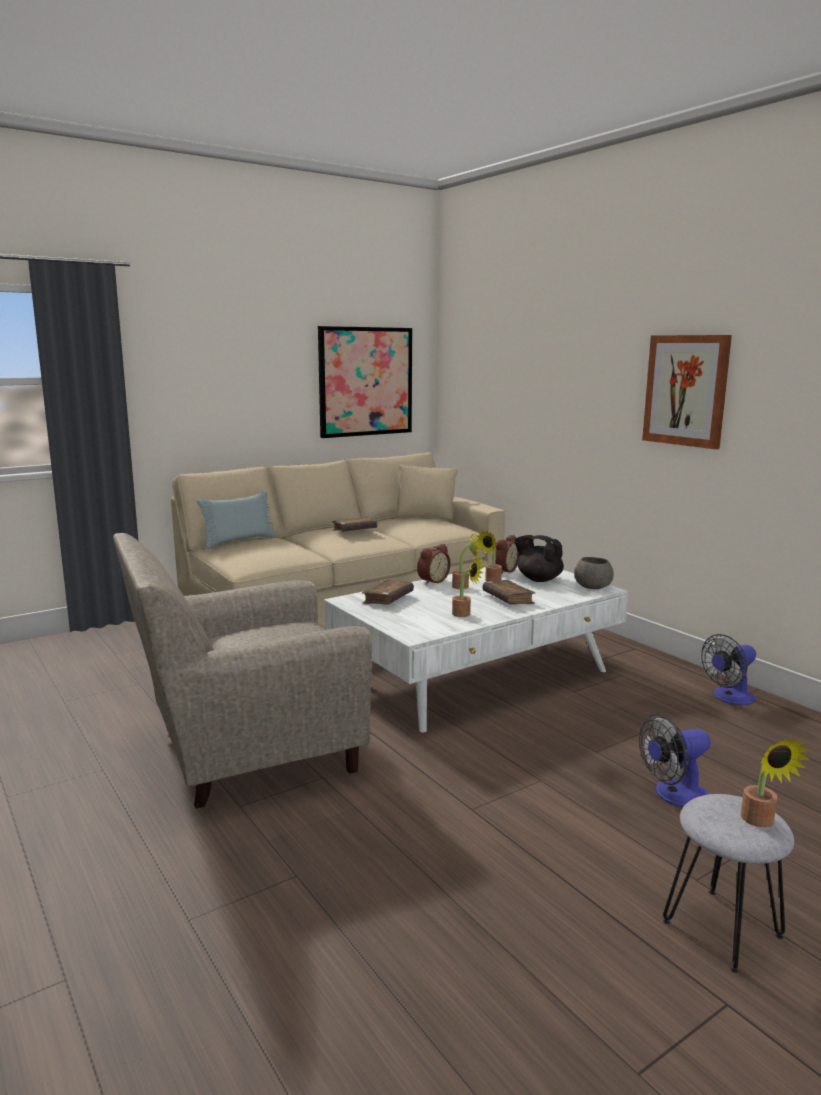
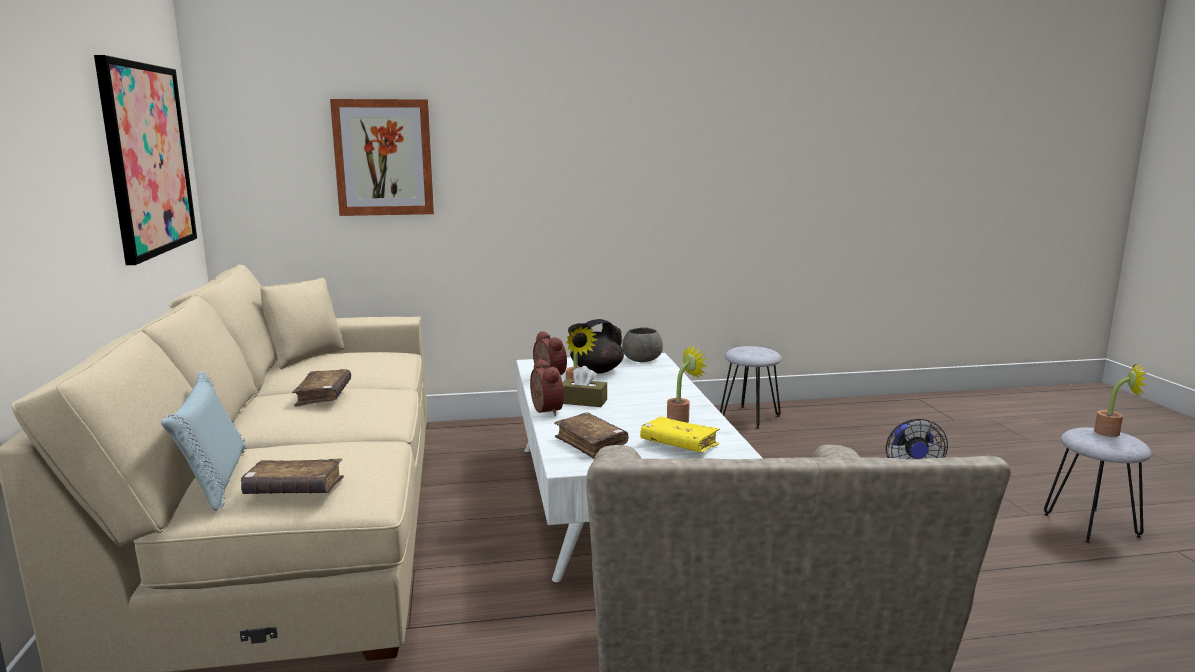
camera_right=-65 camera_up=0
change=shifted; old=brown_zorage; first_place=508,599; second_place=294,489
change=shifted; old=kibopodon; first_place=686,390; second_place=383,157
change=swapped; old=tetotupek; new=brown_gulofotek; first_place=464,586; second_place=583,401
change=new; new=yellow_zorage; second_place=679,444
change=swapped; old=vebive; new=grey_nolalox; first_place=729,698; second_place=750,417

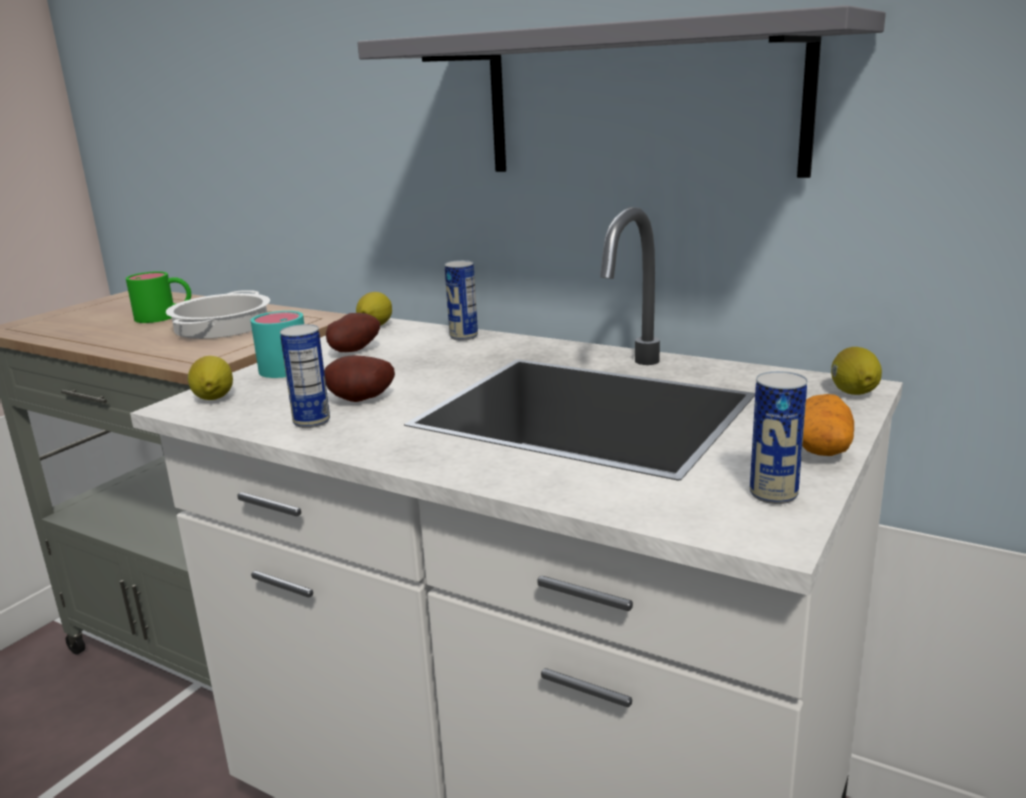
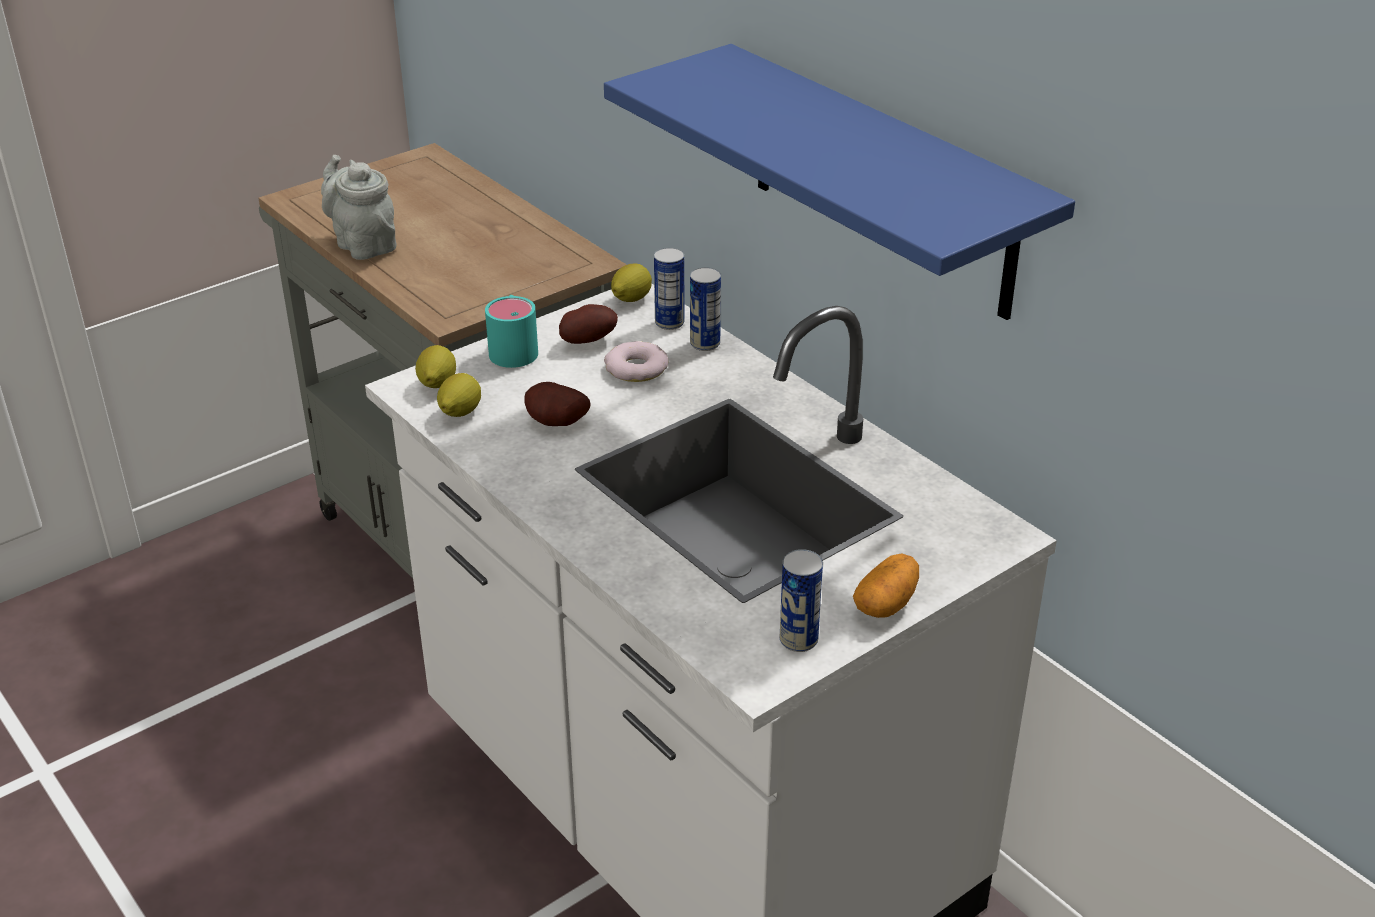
camera_right=20 camera_up=15
change=new; new=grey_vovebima; second_place=363,244
change=shifted; old=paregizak; first_place=853,393; second_place=459,413
change=repainted; old=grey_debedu; new=blue_debedu; first_place=640,103; second_place=882,182
change=new; new=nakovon; second_place=636,368
change=shifted; old=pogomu; first_place=311,421; second_place=669,323
change=gone; old=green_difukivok; first_place=165,316
change=gone; old=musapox; first_place=221,325

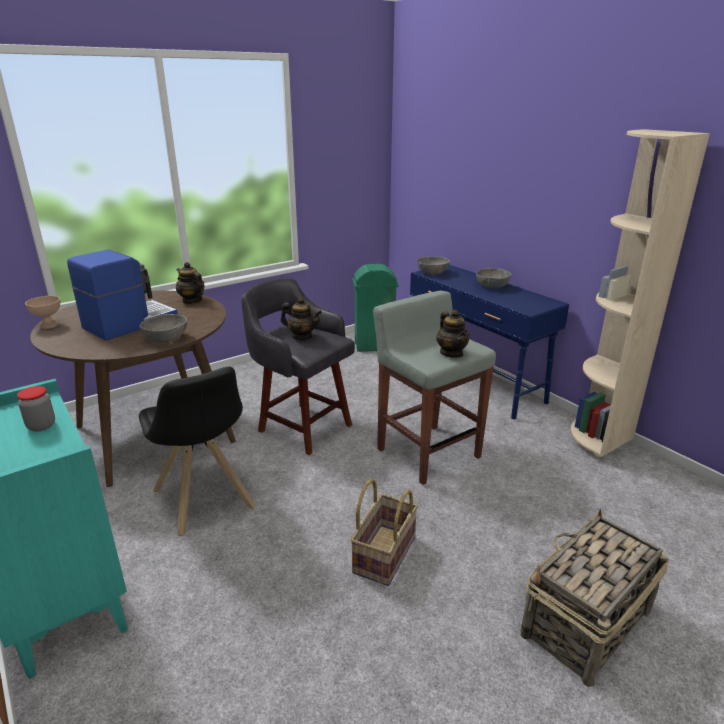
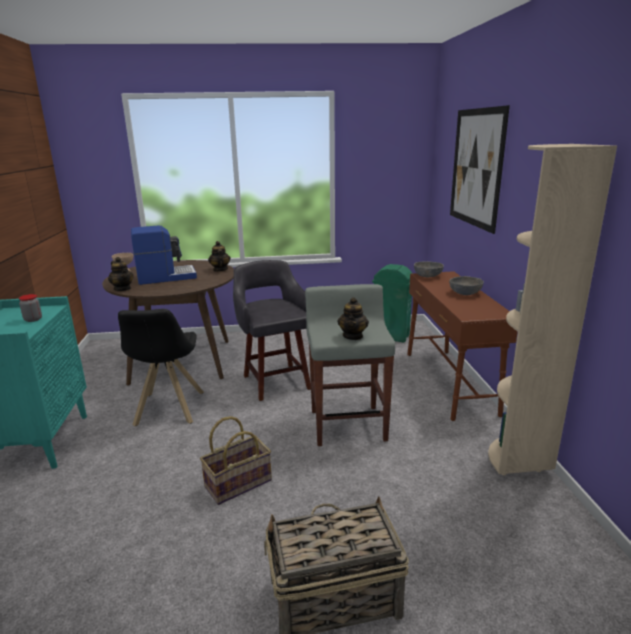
camera_right=30 camera_up=-5
change=shifted; old=vovebima; first_place=302,336; second_place=123,289
change=repainted; old=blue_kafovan; new=brown_kafovan; first_place=473,382; second_place=448,382
change=new; new=kibopodon; second_place=476,168
change=gone; old=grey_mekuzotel; first_place=166,338

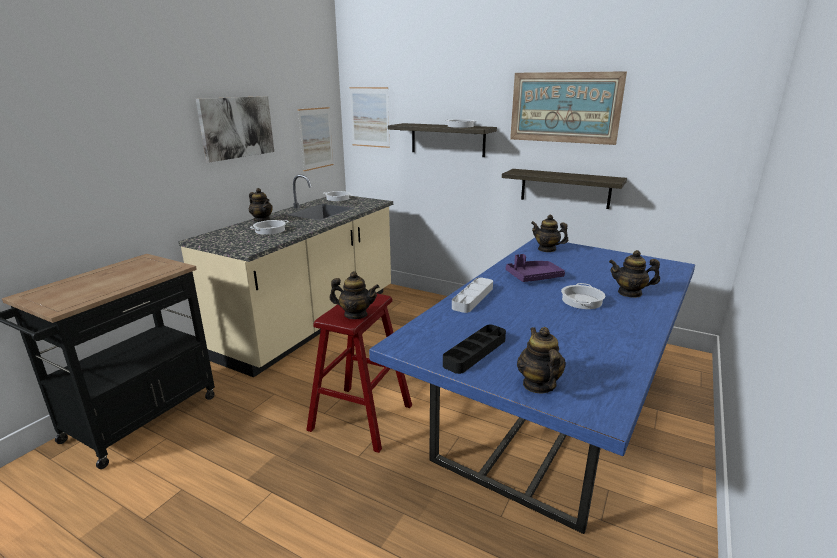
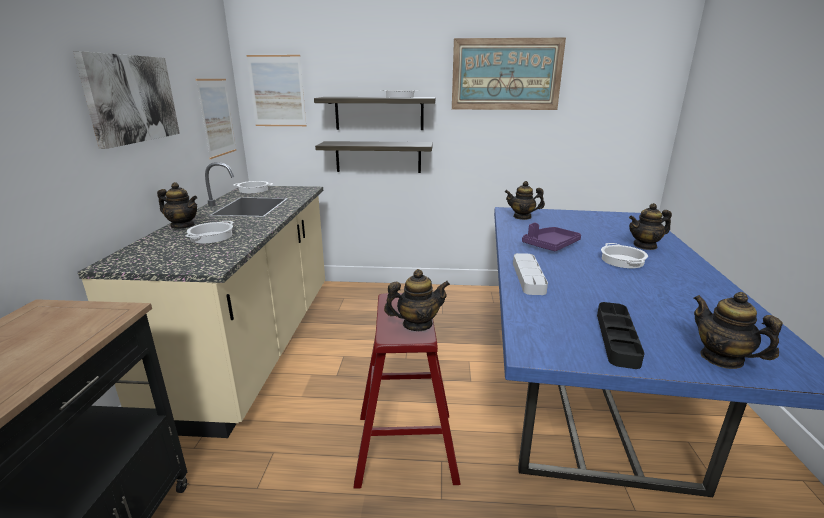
camera_right=-25 camera_up=0
change=shifted; old=debedu; first_place=565,188; second_place=378,157

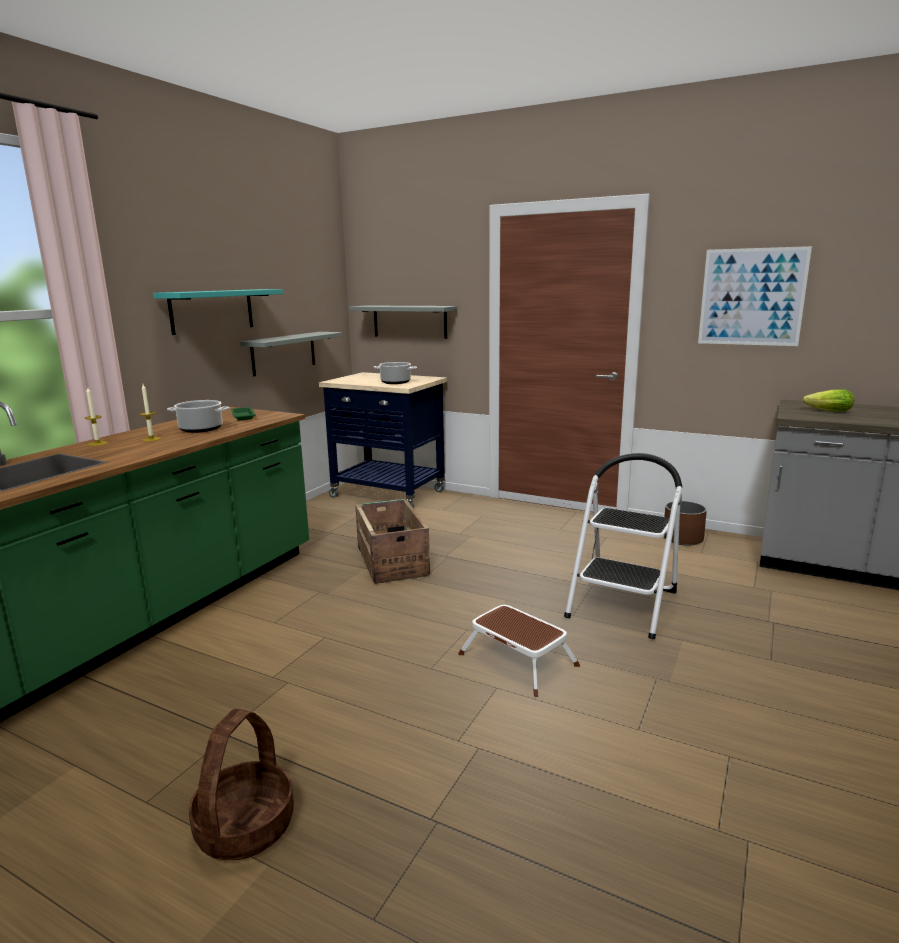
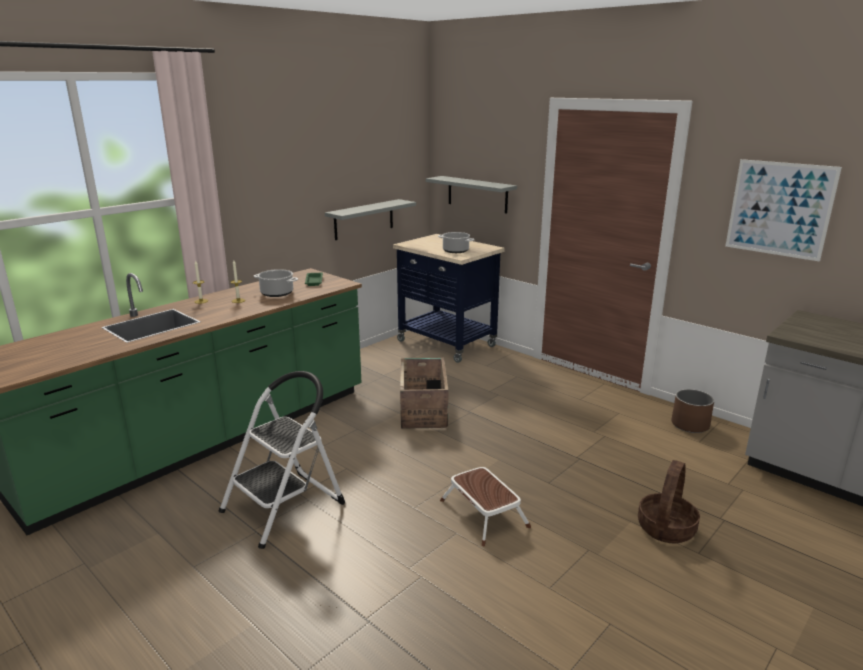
camera_right=15 camera_up=5
change=shifted; old=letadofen; first_place=624,603; second_place=286,506
change=shifted; old=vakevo; first_place=245,826; second_place=665,527
change=gone; old=turquoise_debedu; first_place=212,311
change=gone; old=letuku; first_place=826,411

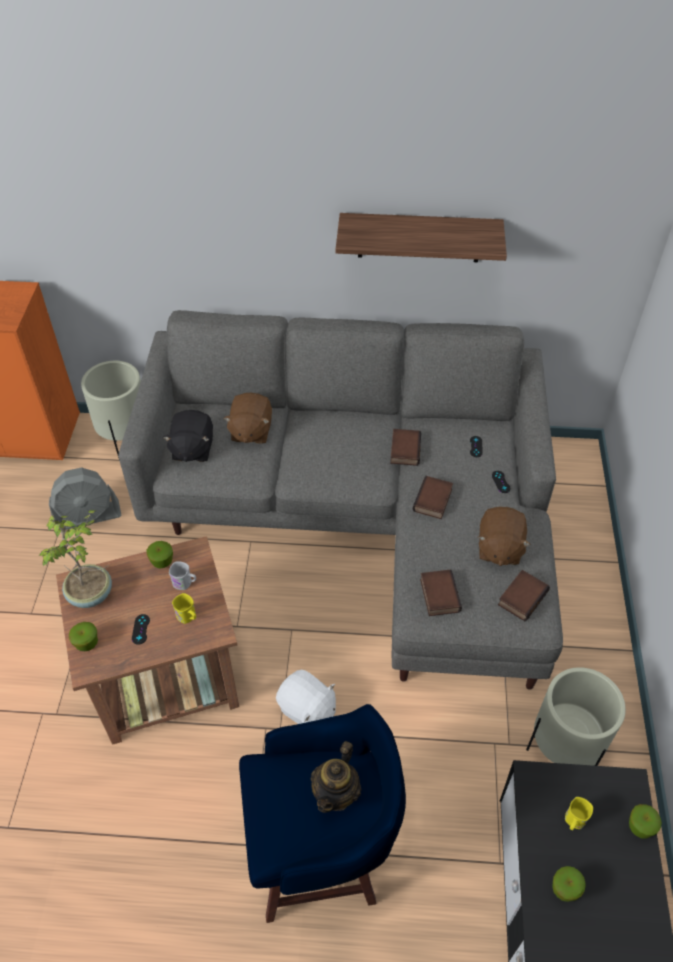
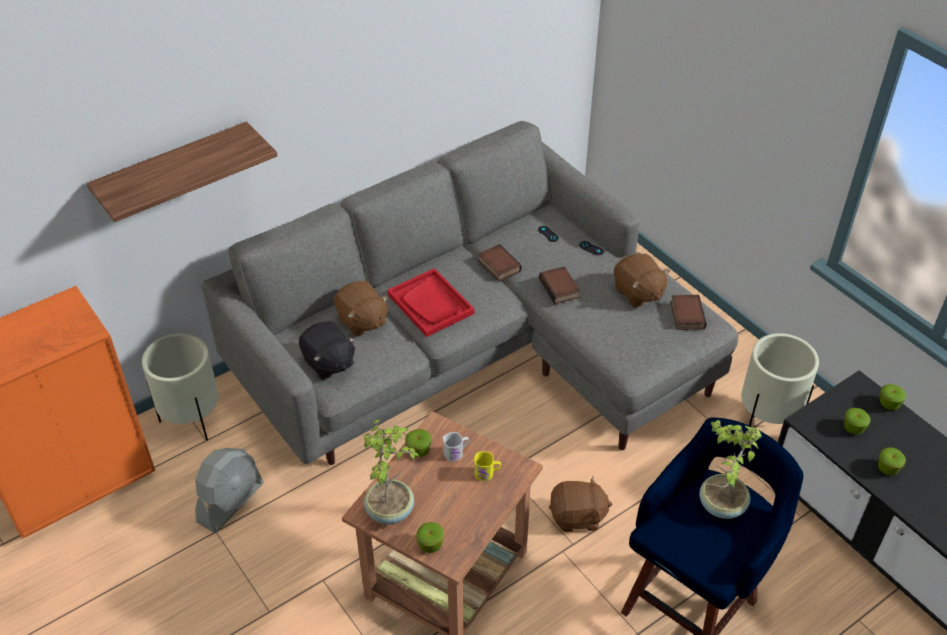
camera_right=-40 camera_up=-5
change=shifted; old=debedu; first_place=419,237; second_place=174,172
change=new; new=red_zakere; second_place=431,304
change=repainted; old=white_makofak; new=brown_makofak; first_place=307,709; second_place=577,517
change=swapped; old=vovebima; new=tetotupek; first_place=336,793; second_place=720,505
change=swapped; old=yellow_difukivok; new=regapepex; first_place=574,821; second_place=853,428
change=gone; old=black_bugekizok; first_place=140,629
change=gone; old=zorage; first_place=438,595

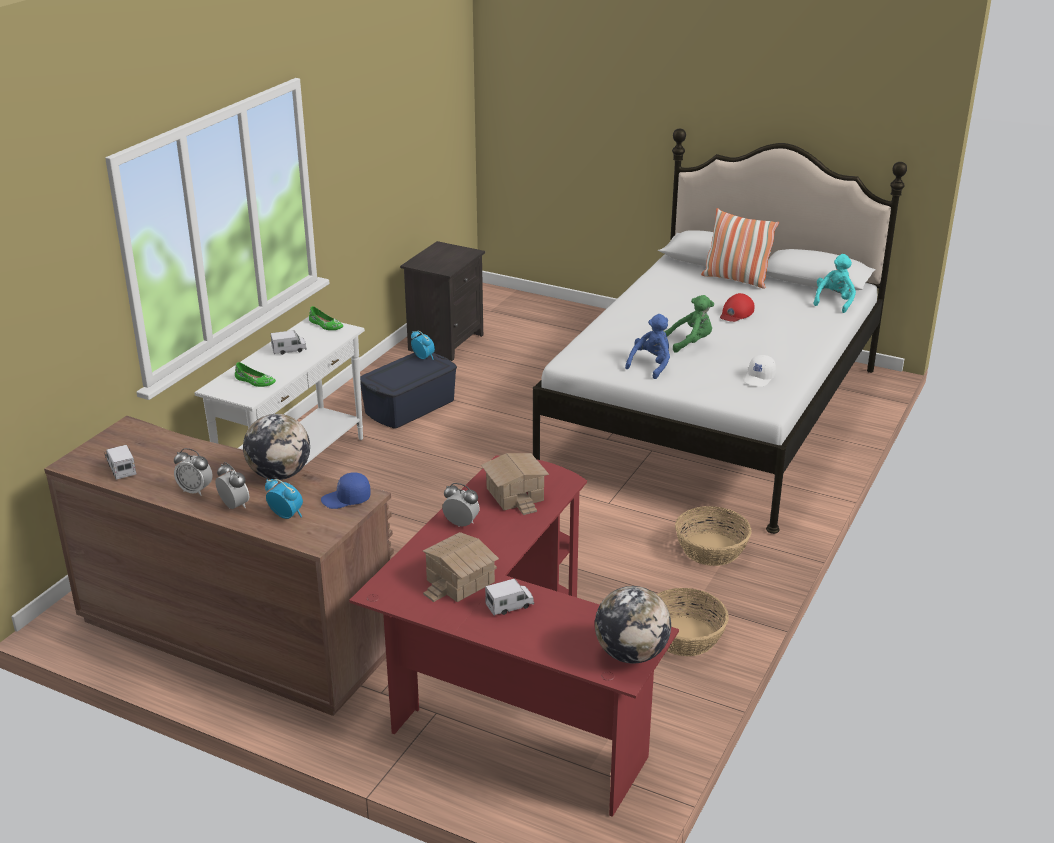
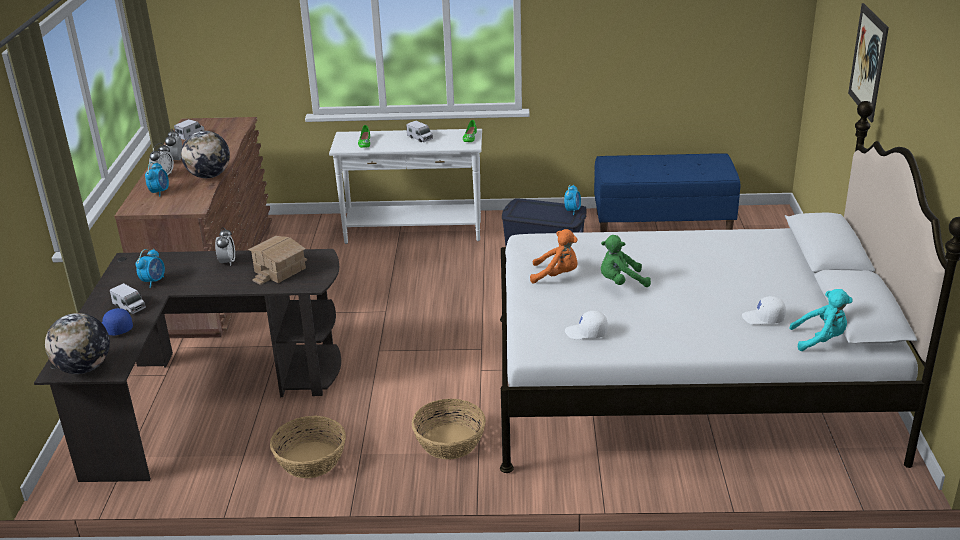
camera_right=65 camera_up=0
change=repainted; old=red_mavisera; new=black_mavisera; first_place=507,691; second_place=201,396
change=shifted; old=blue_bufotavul; first_place=346,499; second_place=116,327
change=swapped; old=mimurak; new=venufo; first_place=459,580; second_place=153,281
change=repainted; old=blue_makofak; new=orange_makofak; first_place=651,365; second_place=556,275
change=swapped; old=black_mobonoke; new=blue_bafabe; first_place=445,342; second_place=663,224
change=rotated; old=green_makofak; first_place=691,343; second_place=621,282; degrees=120
change=new; new=white_bufotavul; second_place=763,318
change=new; new=kibopodon; second_place=868,62
change=gone; old=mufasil; first_place=736,279
change=gone; old=red_bufotavul; first_place=736,313

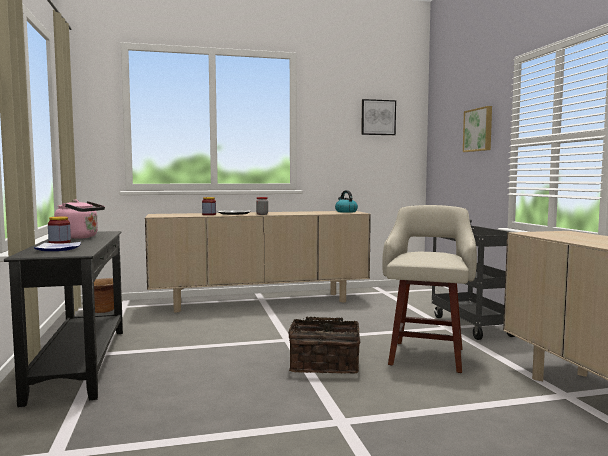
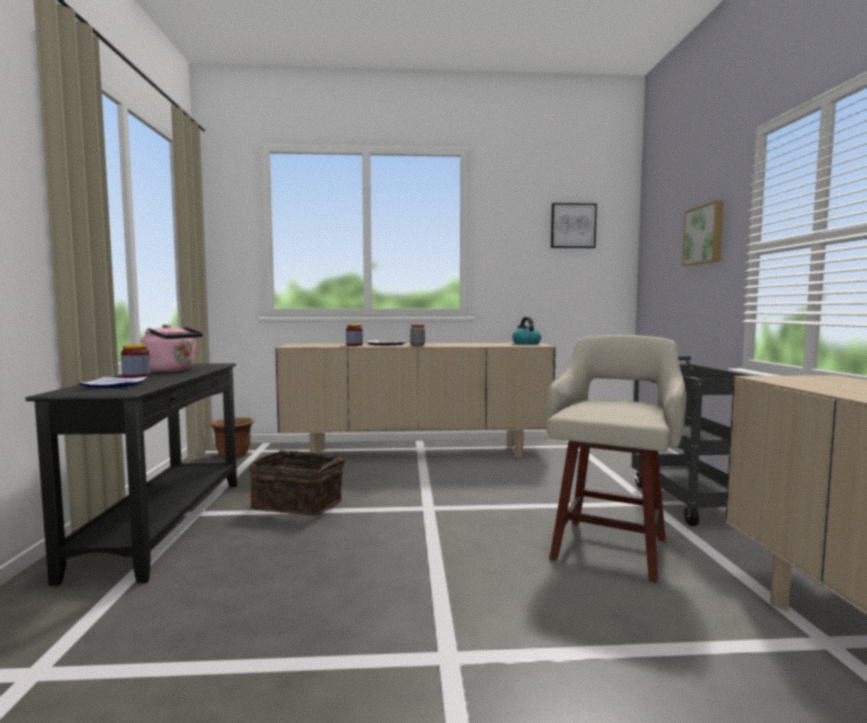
camera_right=10 camera_up=0
change=shifted; old=vakevo; first_place=324,365; second_place=299,505

